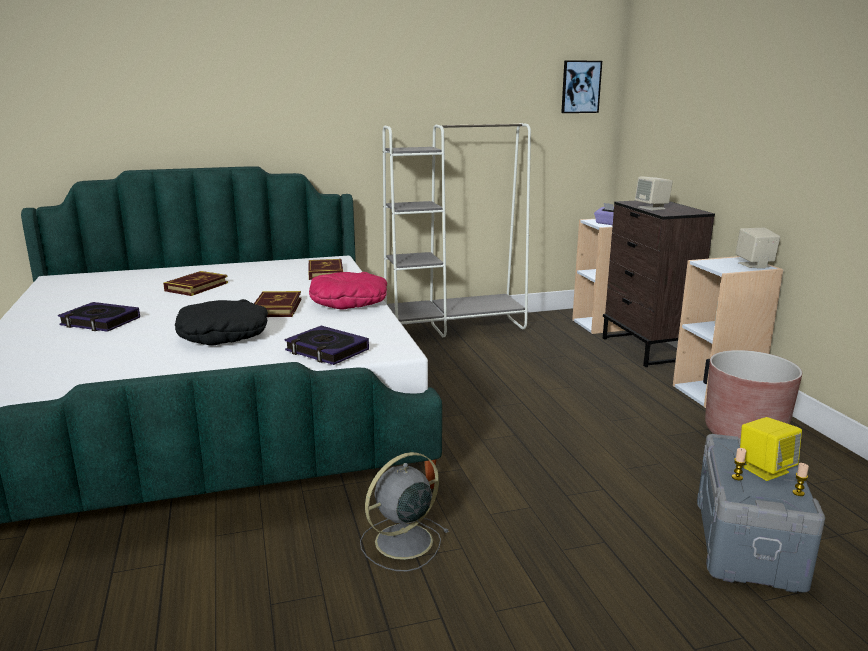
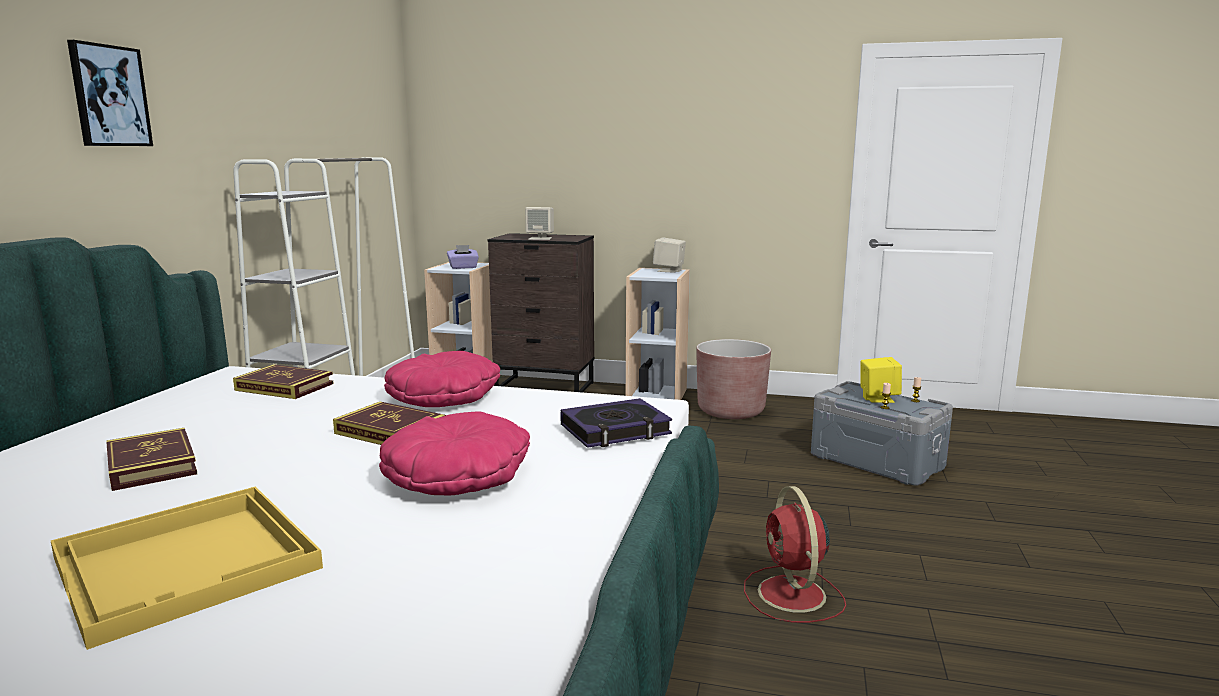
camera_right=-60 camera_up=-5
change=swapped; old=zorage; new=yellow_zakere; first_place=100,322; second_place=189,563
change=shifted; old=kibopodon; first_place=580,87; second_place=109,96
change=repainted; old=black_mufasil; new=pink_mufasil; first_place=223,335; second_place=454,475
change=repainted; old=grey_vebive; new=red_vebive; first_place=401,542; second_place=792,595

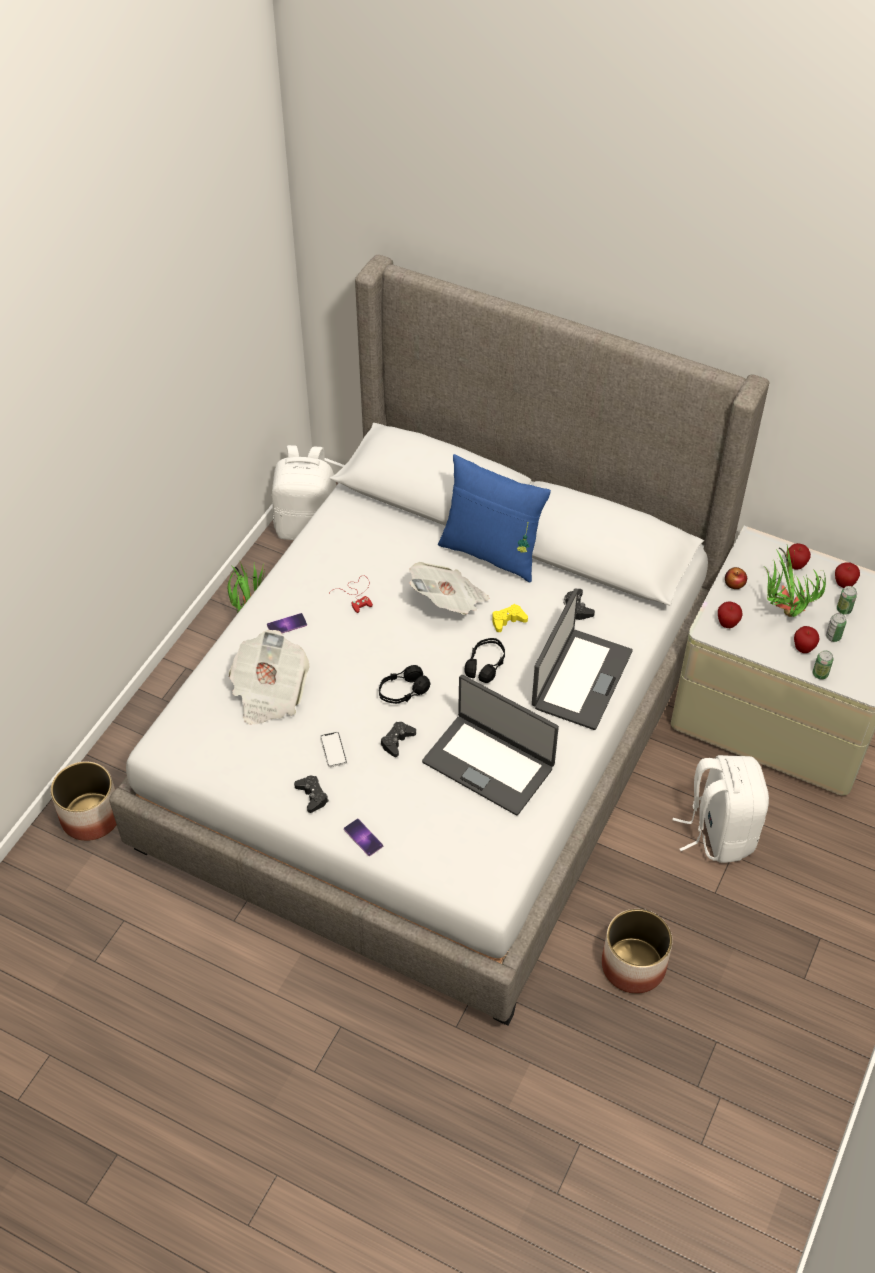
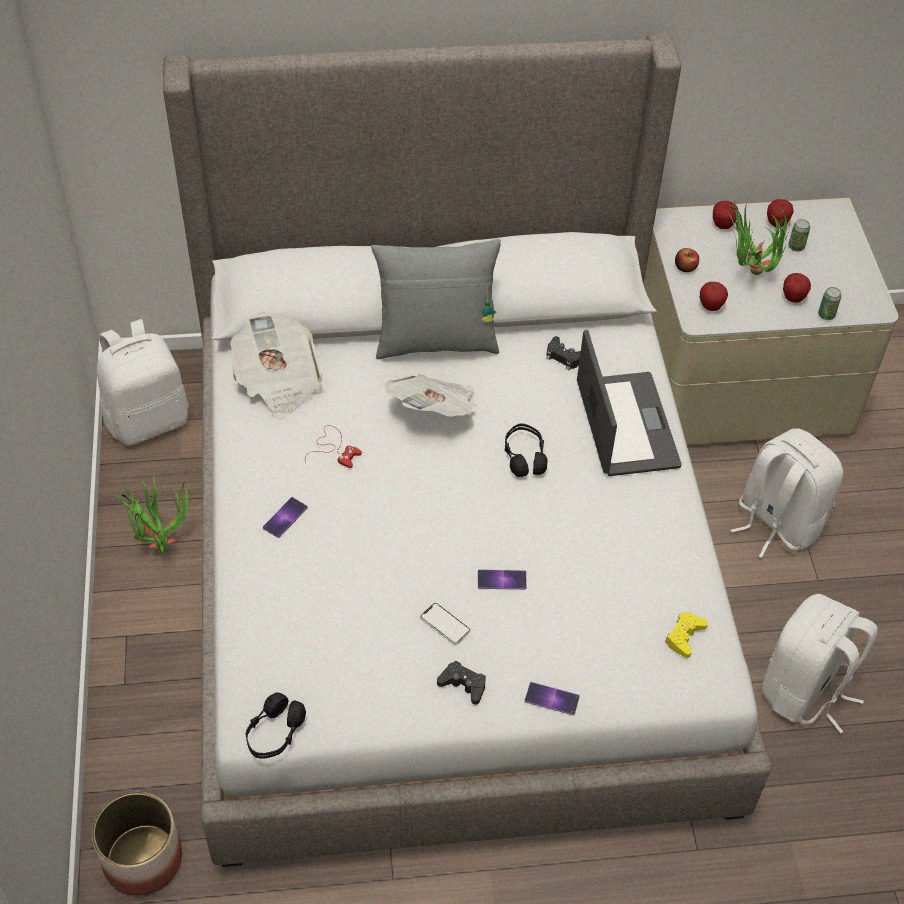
camera_right=-35 camera_up=0
change=shifted; old=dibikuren; first_place=269,692; second_place=278,382
change=shifted; old=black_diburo; first_place=403,692; second_place=274,733
change=repainted; old=blue_mufasil; new=grey_mufasil; first_place=490,553; second_place=436,343
change=swapped; old=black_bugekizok; new=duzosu; first_place=397,741; second_place=502,580
change=shifted; old=yellow_bugekizok; first_place=508,621; second_place=684,637
change=swapped; old=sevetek; new=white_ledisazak; first_place=633,966; second_place=805,690
change=gone; old=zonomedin; first_place=489,763
change=gone; old=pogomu; first_place=833,636

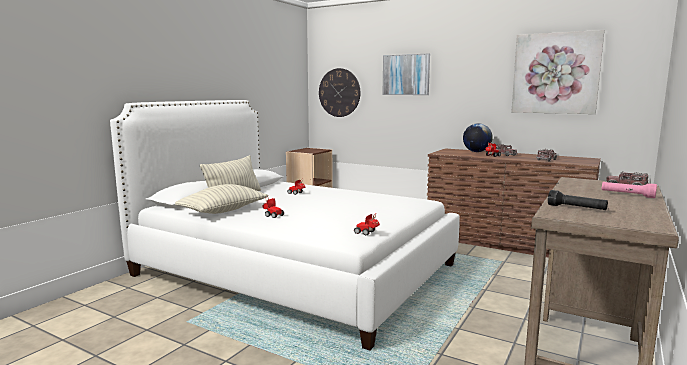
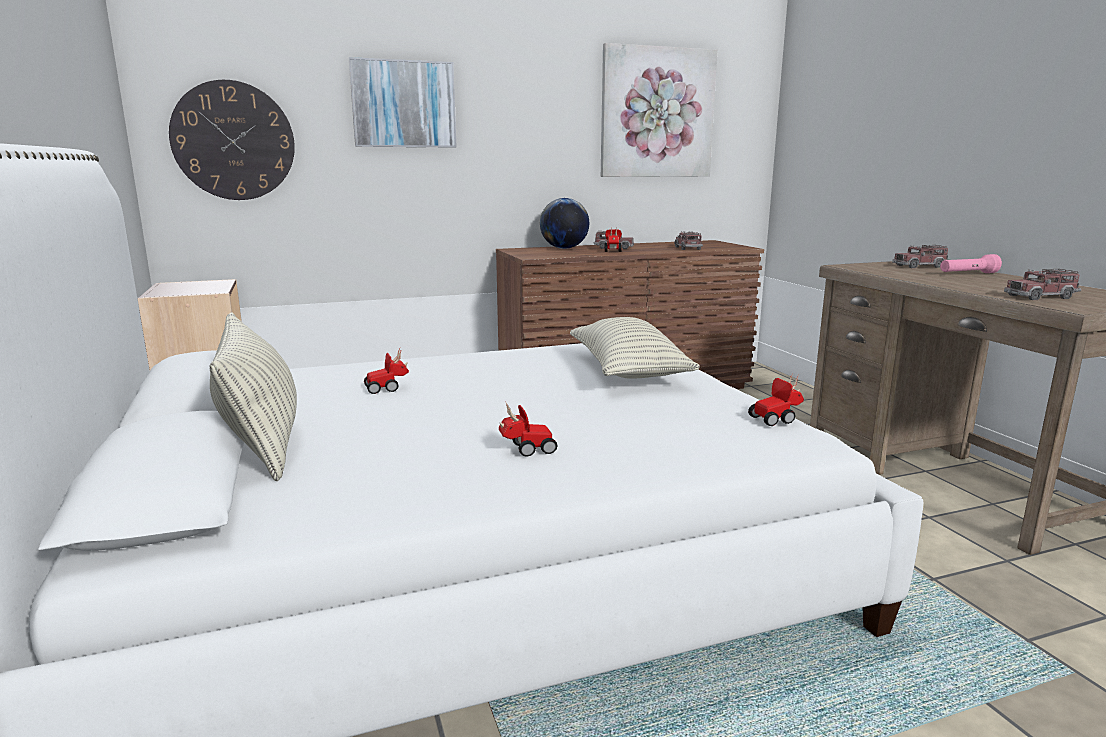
camera_right=-50 camera_up=5
change=shifted; old=mufasil; first_place=223,211; second_place=627,371
change=swapped; old=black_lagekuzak; new=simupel; first_place=576,208; second_place=1040,296

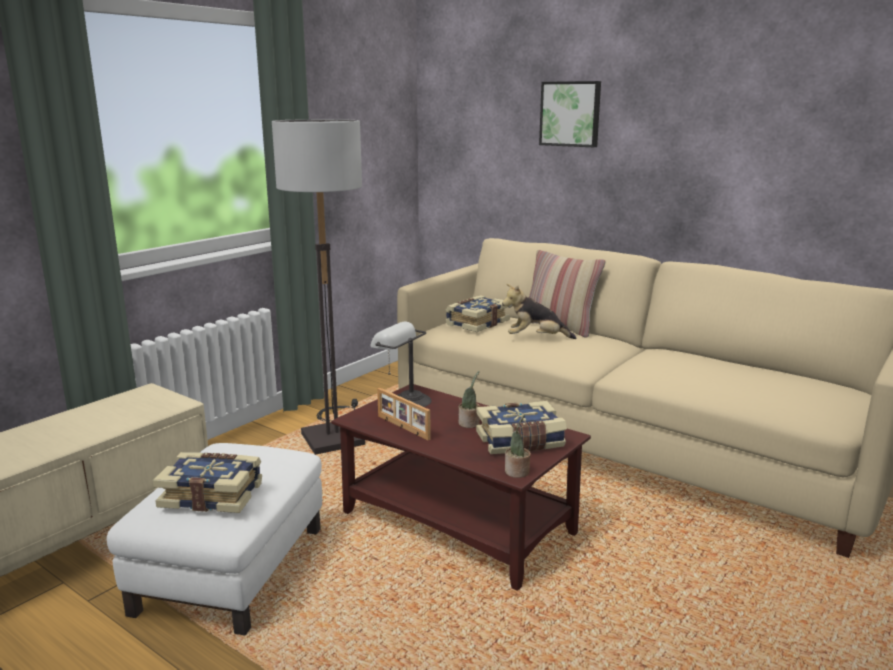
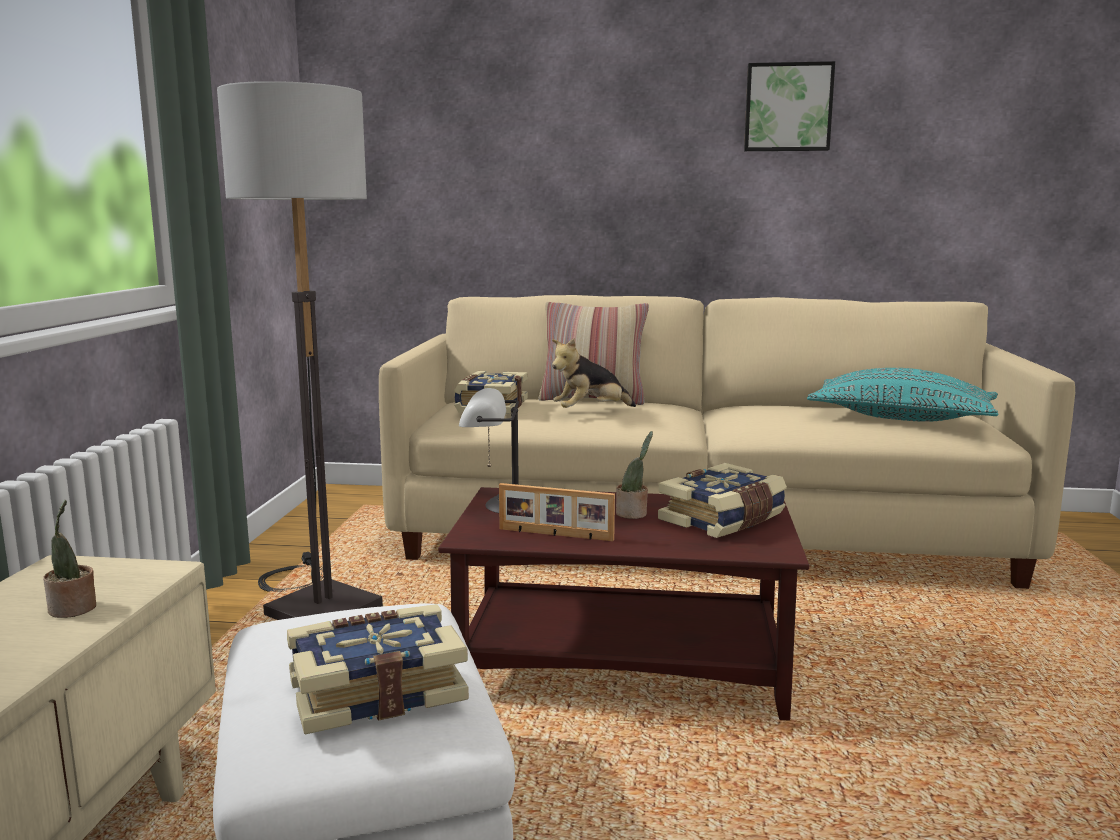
camera_right=-30 camera_up=-5
change=shifted; old=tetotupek; first_place=517,472; second_place=73,610
change=shifted; old=kibopodon; first_place=570,114; second_place=788,107
change=new; new=turquoise_mufasil; second_place=901,418

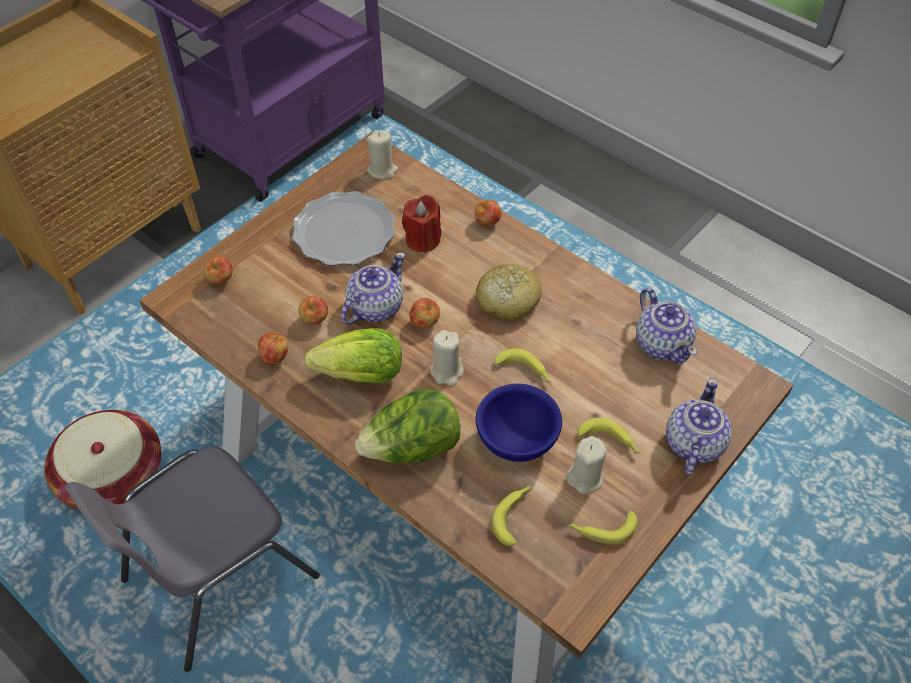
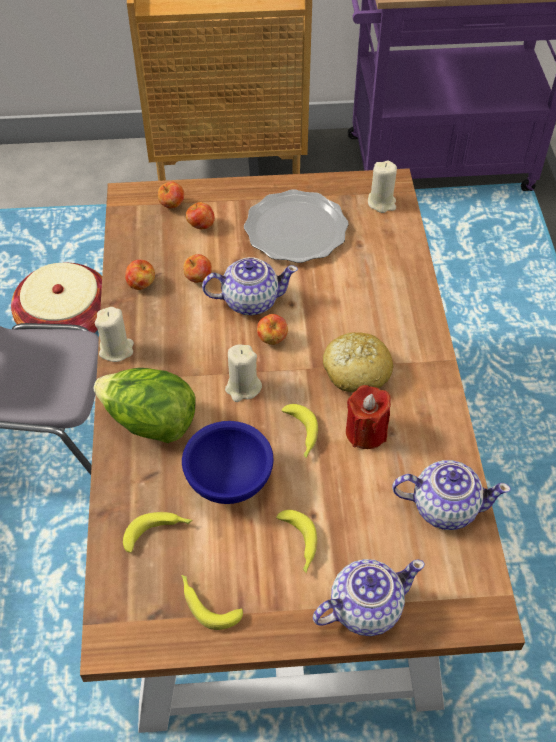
camera_right=45 camera_up=0
change=shifted; old=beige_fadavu; first_place=585,477; second_place=116,349
change=shifted; old=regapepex; first_place=487,223; second_place=201,226
change=shifted; old=red_fadavu; first_place=422,239; second_place=366,432
change=rotated; old=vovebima; first_place=662,343; second_place=444,506; degrees=-105
change=gone; old=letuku; first_place=362,375

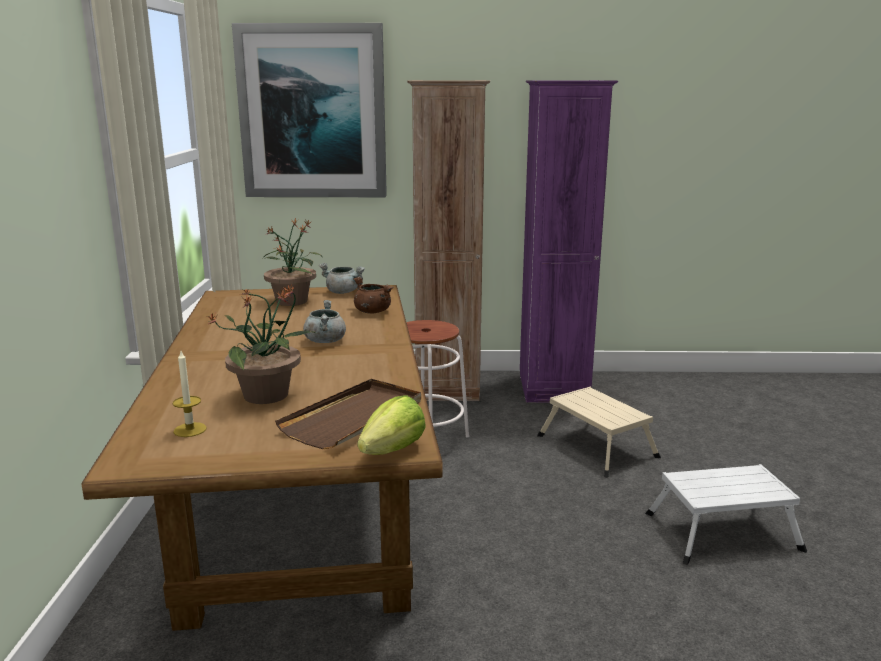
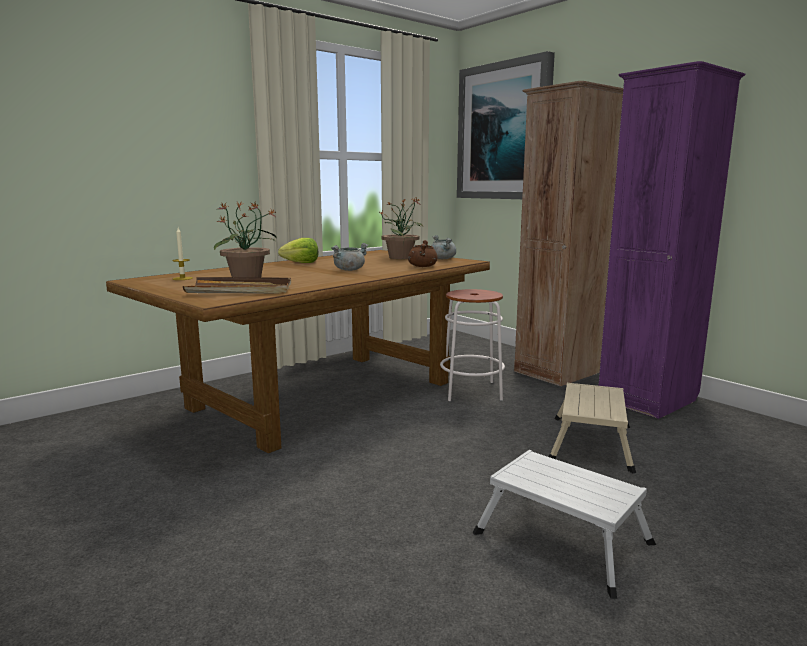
camera_right=50 camera_up=-5
change=shifted; old=letuku; first_place=393,450; second_place=301,263

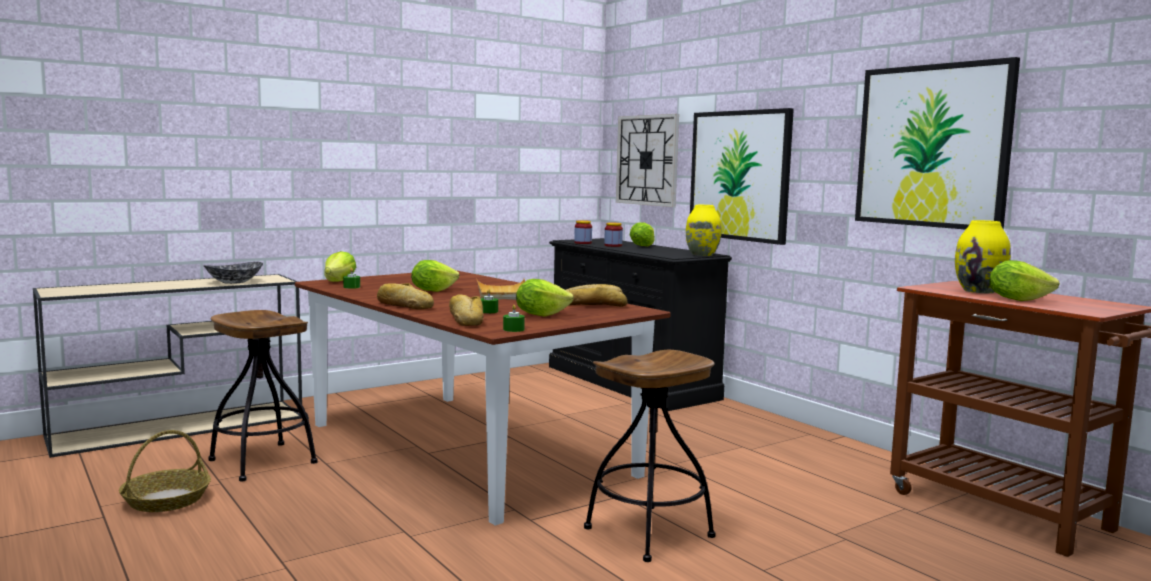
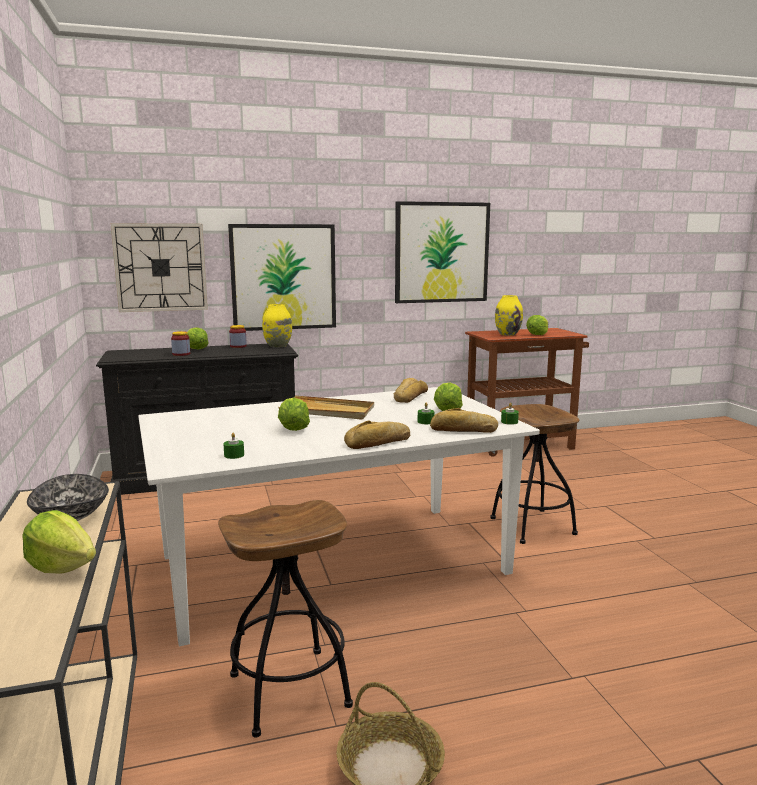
camera_right=-70 camera_up=5
change=shifted; old=letuku; first_place=339,281; second_place=61,566
change=repainted; old=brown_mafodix; new=white_mafodix; first_place=466,449; second_place=333,565
change=shifted; old=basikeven; first_place=583,243; second_place=238,346

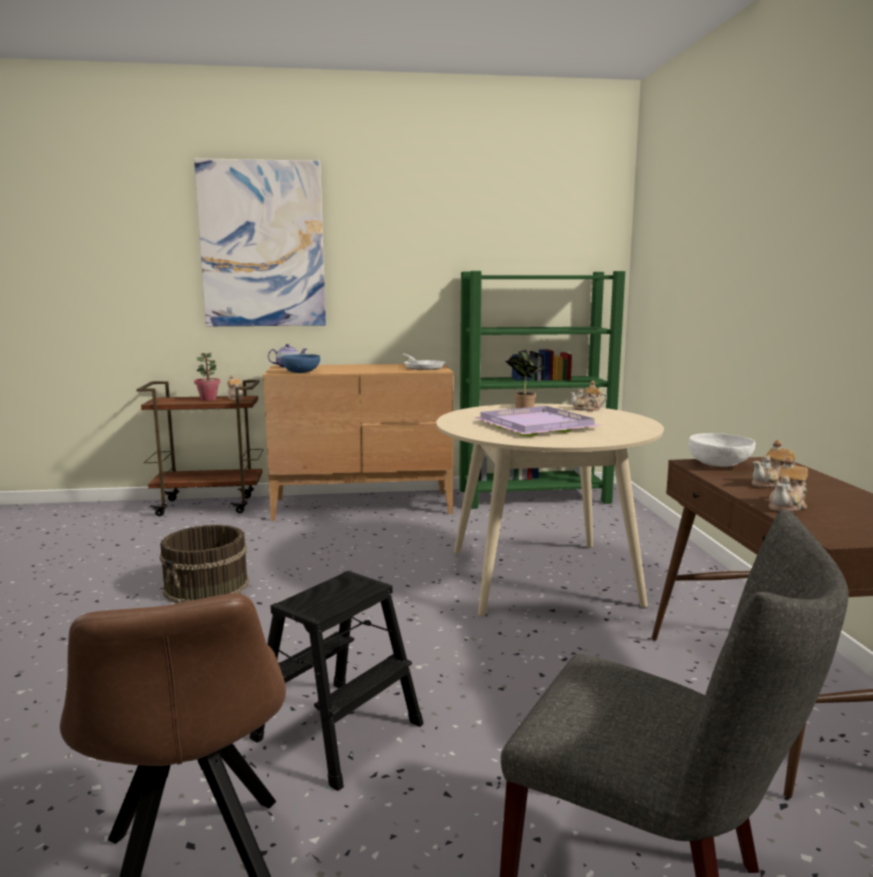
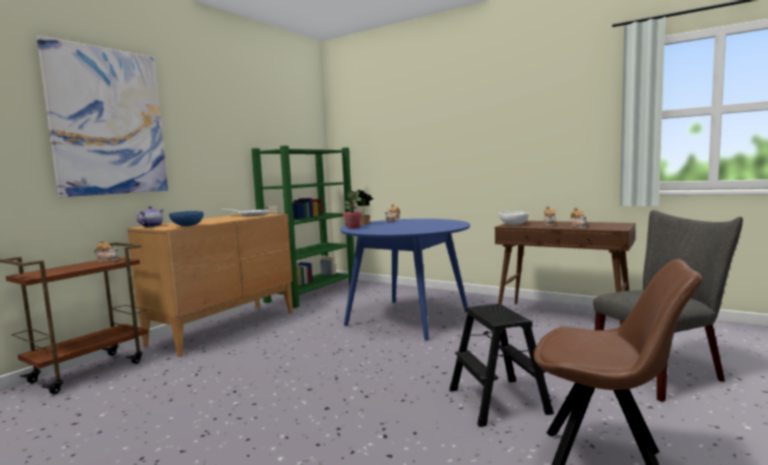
camera_right=-50 camera_up=-5
change=repainted; old=beige_mafodix; new=blue_mafodix; first_place=542,577; second_place=408,318
change=shifted; old=tetotupek; first_place=208,399; second_place=353,228
change=gone; old=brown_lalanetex; first_place=207,587
change=gone; old=purple_zakere; first_place=536,425

